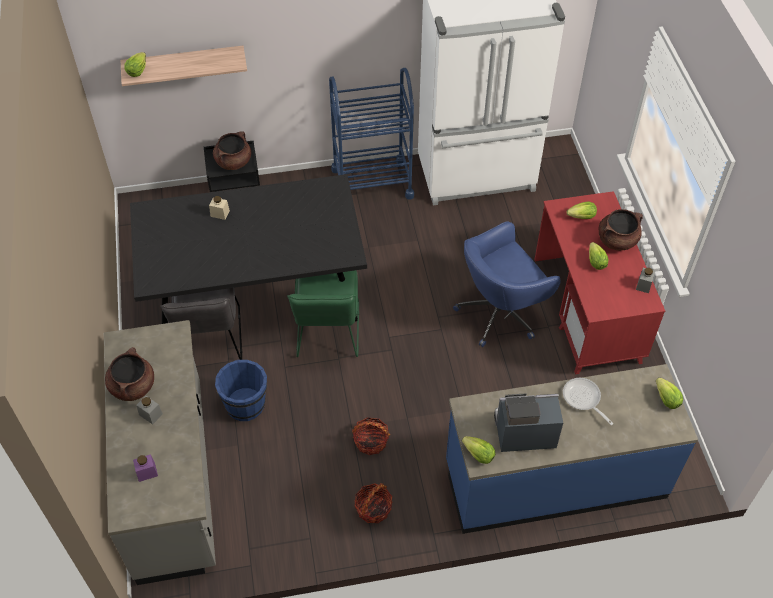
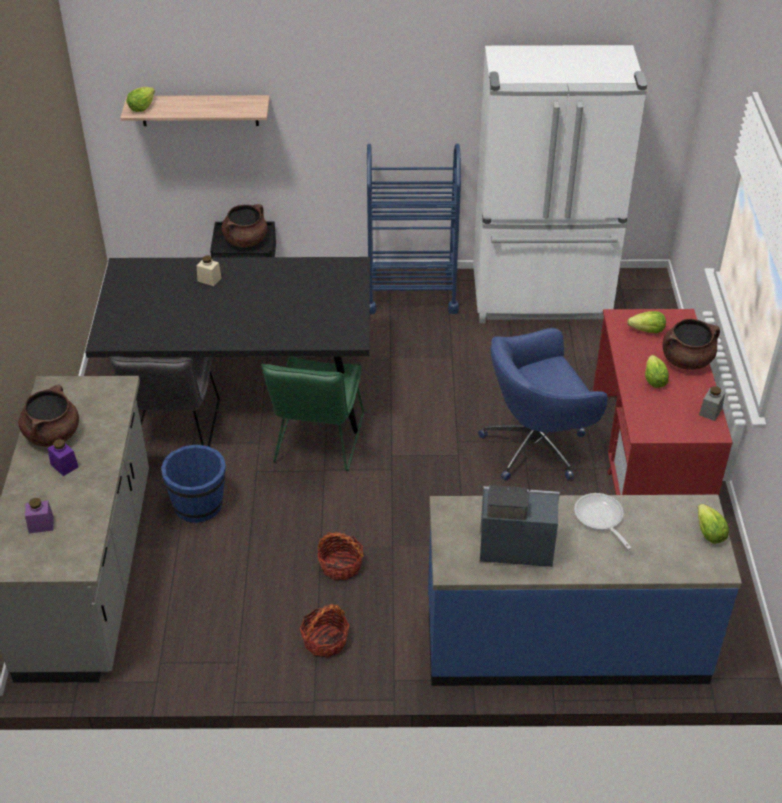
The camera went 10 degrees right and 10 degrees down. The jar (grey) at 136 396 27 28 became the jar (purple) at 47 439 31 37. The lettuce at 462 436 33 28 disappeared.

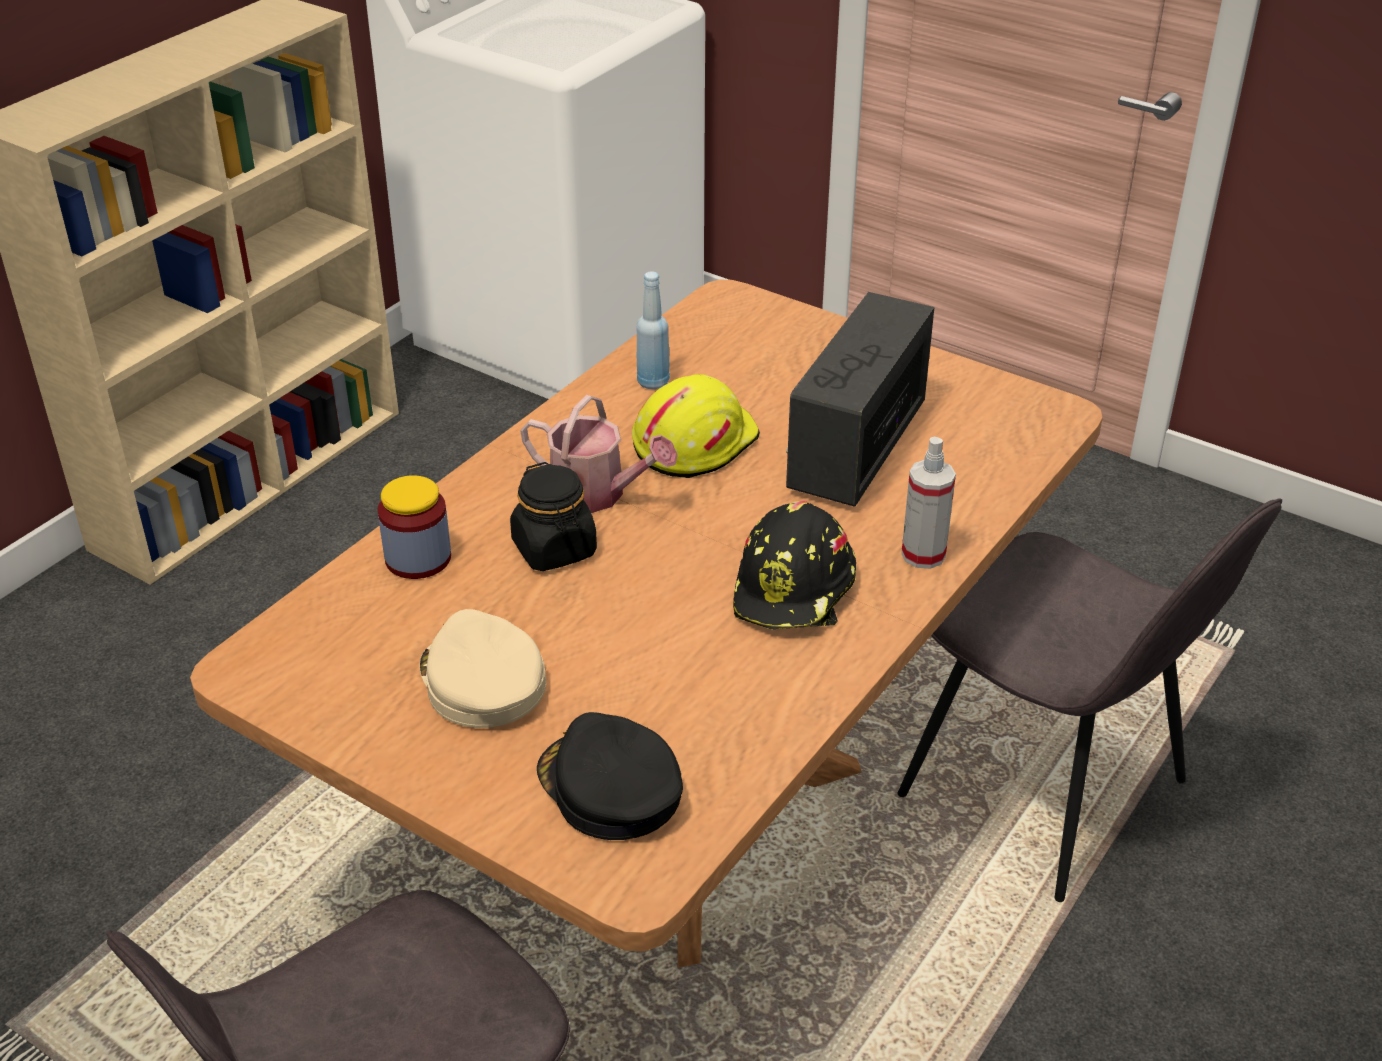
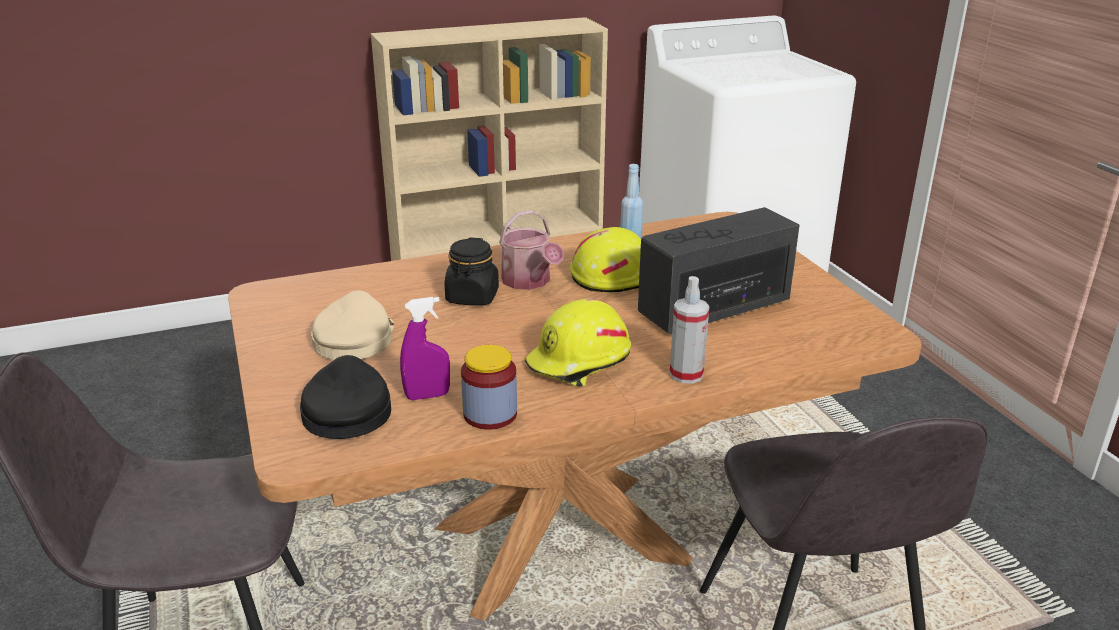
The camera went 35 degrees right and 10 degrees down. The jar moved from 378 475 73 104 to 461 345 56 85. The hard hat (black) at 733 501 123 128 became the hard hat (yellow) at 525 298 106 89. The spray bottle (purple) at 400 297 50 103 appeared.

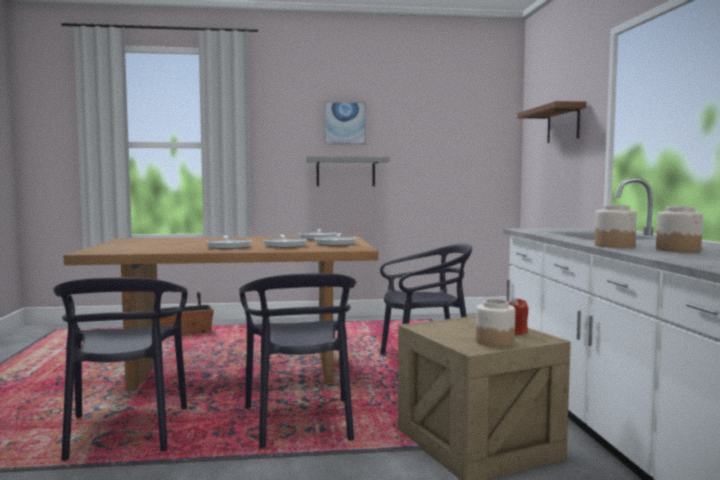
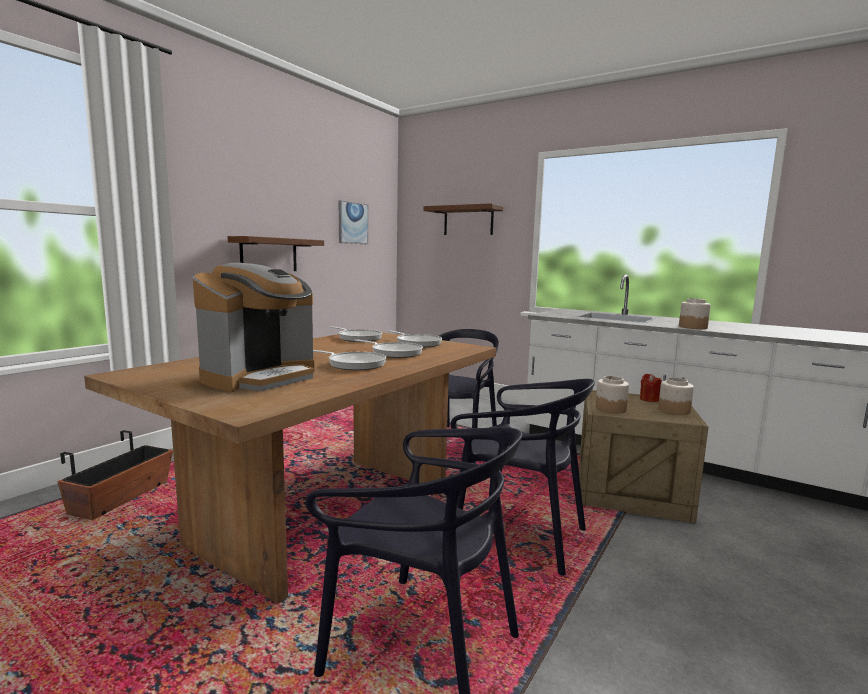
The camera went 50 degrees left and 5 degrees up. The shelf (grey) at 306 156 84 30 became the shelf (brown) at 228 236 96 35. The picture moved from 324 101 42 44 to 339 200 29 44. The jar moved from 656 206 47 46 to 596 376 33 38. The coffee machine at 193 263 121 129 appeared.

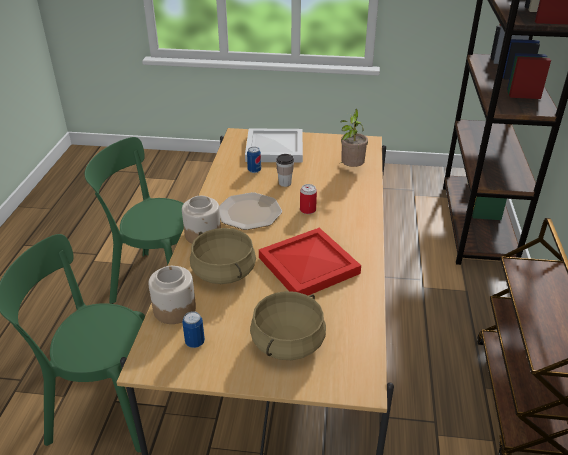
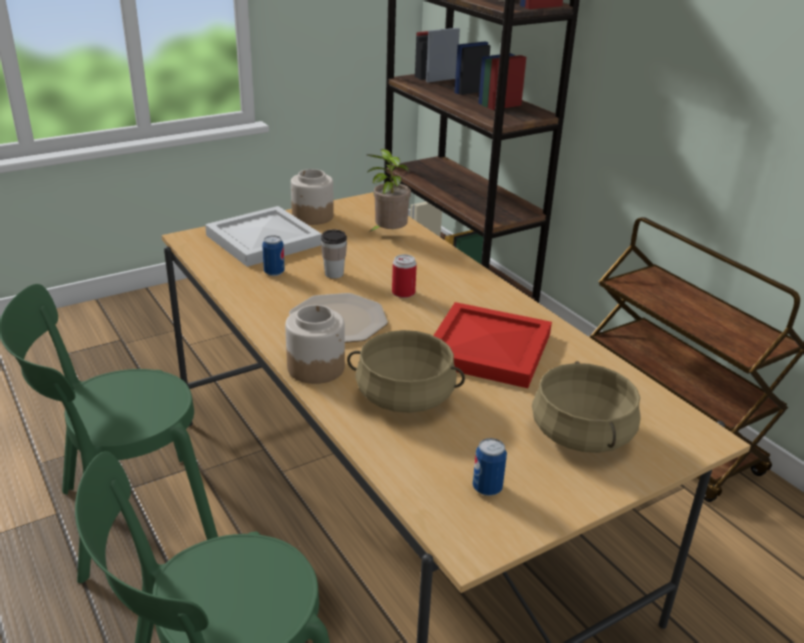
The camera went 40 degrees left and 5 degrees down. The jar moved from 148 266 48 58 to 291 169 43 56.

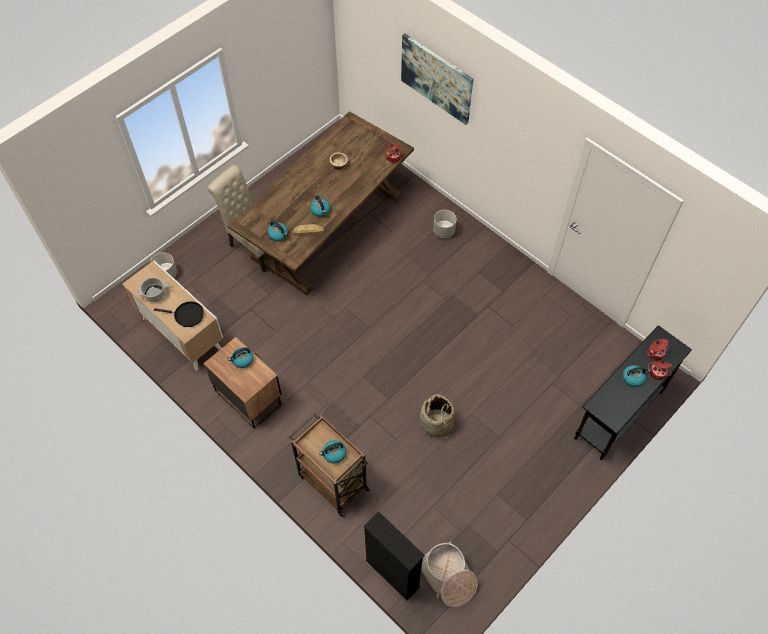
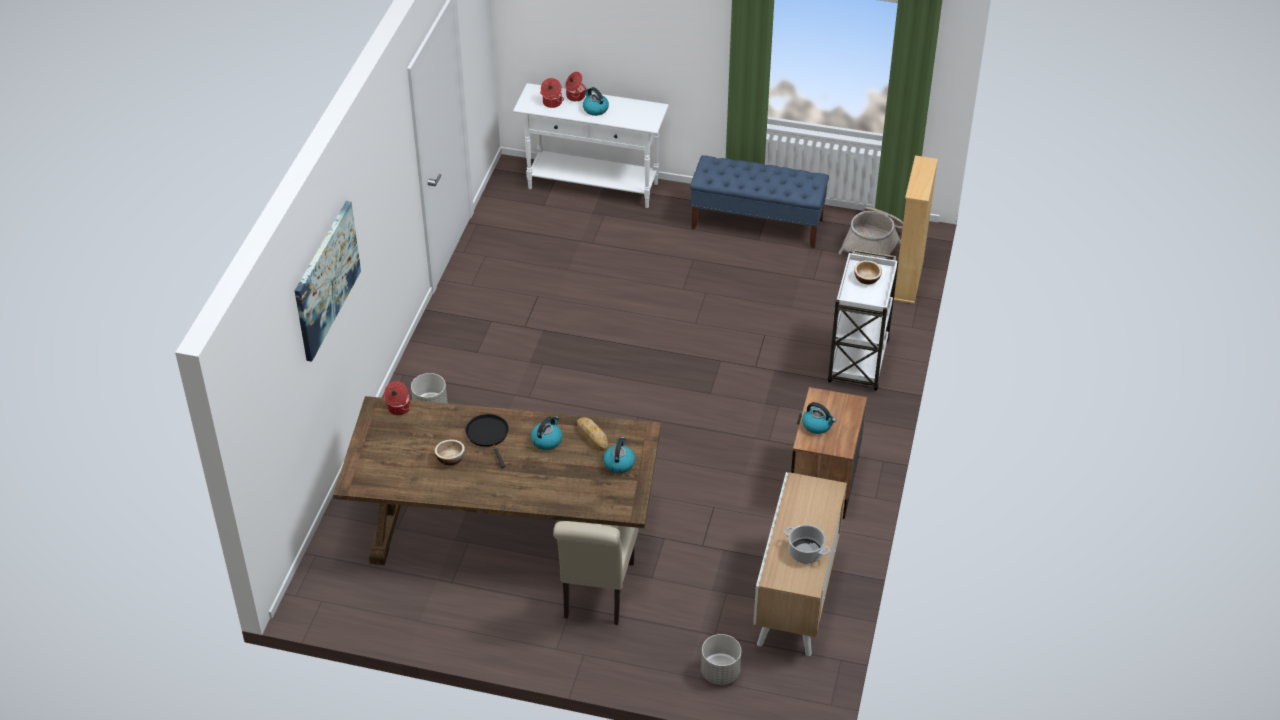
The camera went 120 degrees left and 15 degrees down. The frying pan (black) moved from 154 301 50 26 to 466 414 43 54. The cart (brown) at 289 414 82 103 became the cart (white) at 828 249 71 142. The kettle at 319 440 27 23 was replaced by the bowl at 854 260 28 24. The bookcase (black) at 364 511 61 90 became the bookcase (beige) at 894 155 44 149. The basket at 420 394 35 44 disappeared. The console table (black) at 574 325 118 135 became the console table (white) at 513 83 156 125. The bench (blue) at 690 155 139 94 appeared.

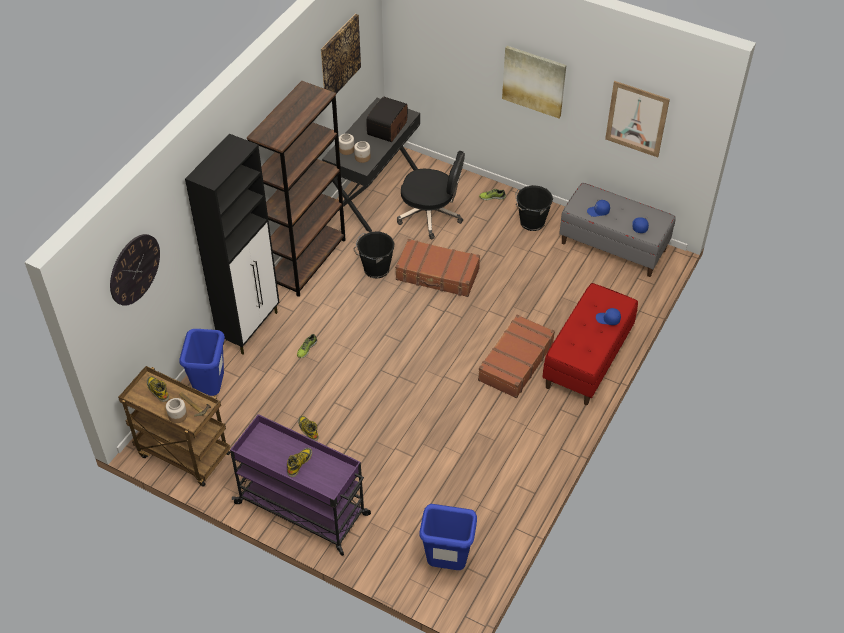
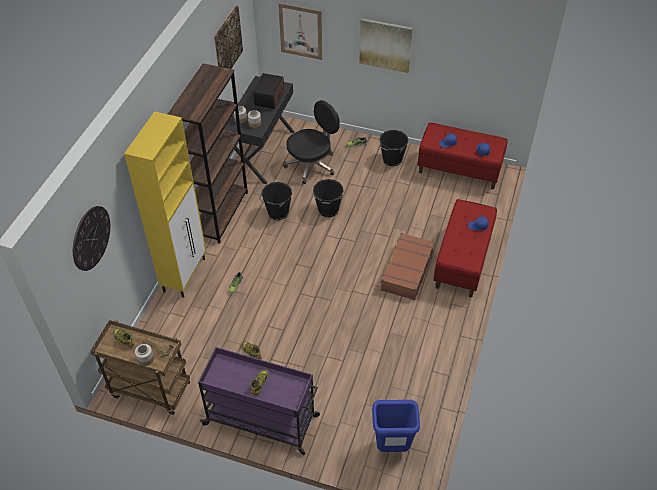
The camera went 10 degrees left and 0 degrees up. The trash can (blue) at 179 329 46 67 disappeared. The cabinet (black) at 185 134 94 221 became the cabinet (yellow) at 124 111 82 187. The suitcase (brown) at 395 239 85 58 was replaced by the bucket (black) at 311 179 33 38. The office chair (black) at 397 151 68 88 turned 45 degrees counterclockwise. The bench (grey) at 559 183 117 94 became the bench (red) at 418 123 90 67. The picture moved from 605 81 65 76 to 278 3 44 57.

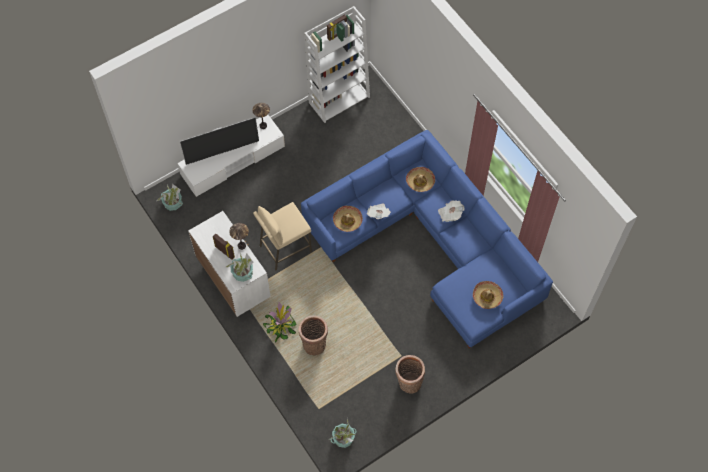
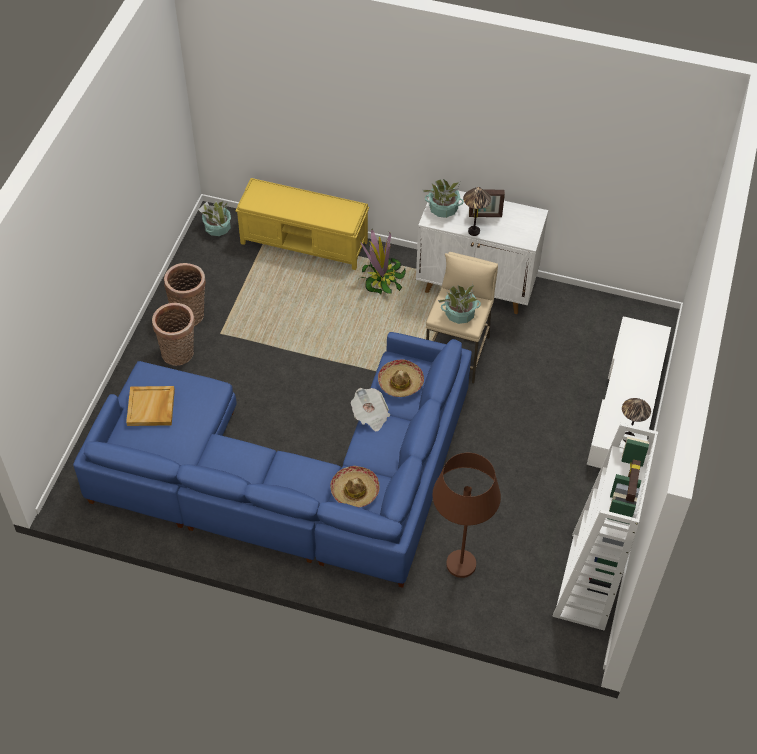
The camera went 140 degrees right and 10 degrees down. The potted plant moved from 157 184 26 27 to 438 282 43 42. The television at 180 117 79 48 disappeared. The basket moved from 299 315 29 40 to 152 303 43 63. The newspaper at 438 201 27 21 disappeared. The hat at 473 281 30 28 was replaced by the tray (beige) at 126 386 49 40. The bench (yellow) at 236 178 133 92 appeared. The floor lamp (brown) at 433 453 68 125 appeared.

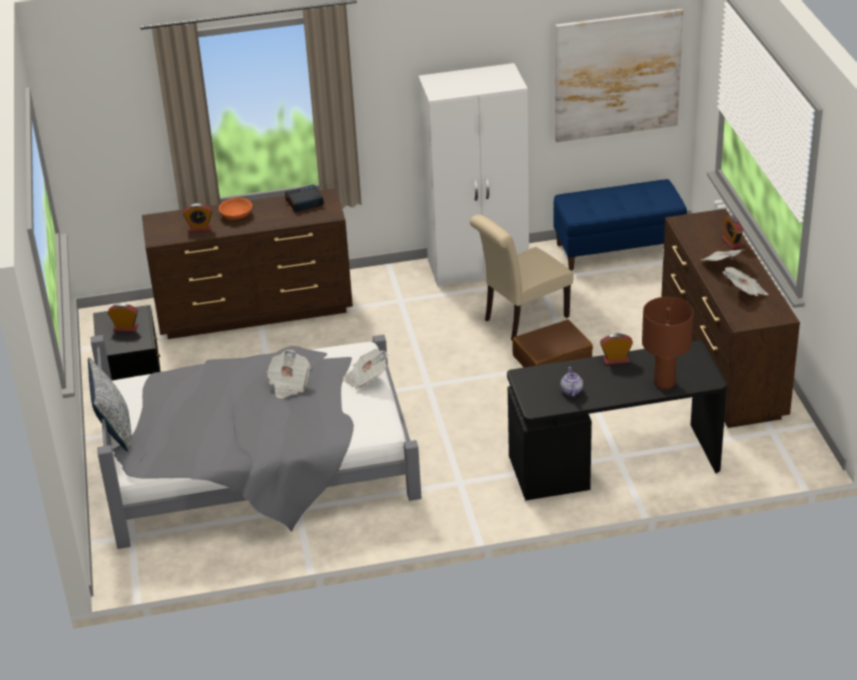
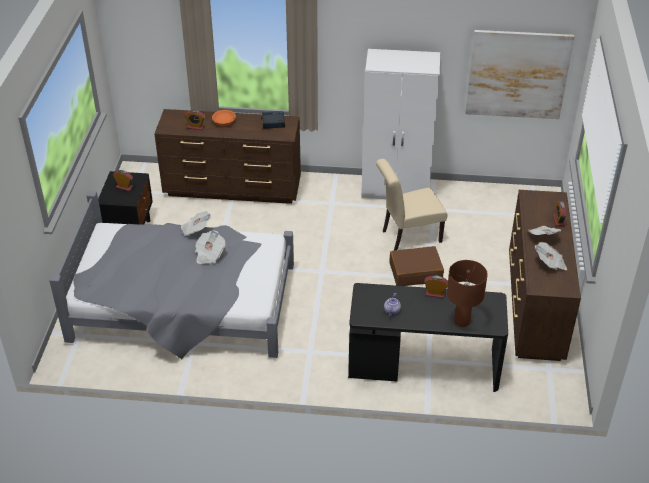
The camera went 15 degrees right and 5 degrees up. The pillow at 88 357 44 95 disappeared. The newspaper moved from 343 349 45 41 to 181 211 30 25. The bench (blue) at 553 179 134 92 disappeared.

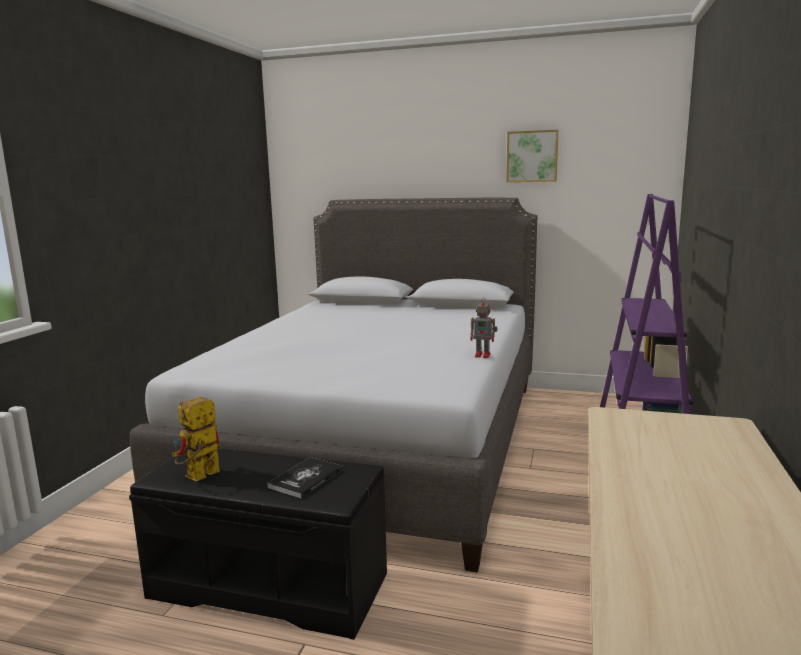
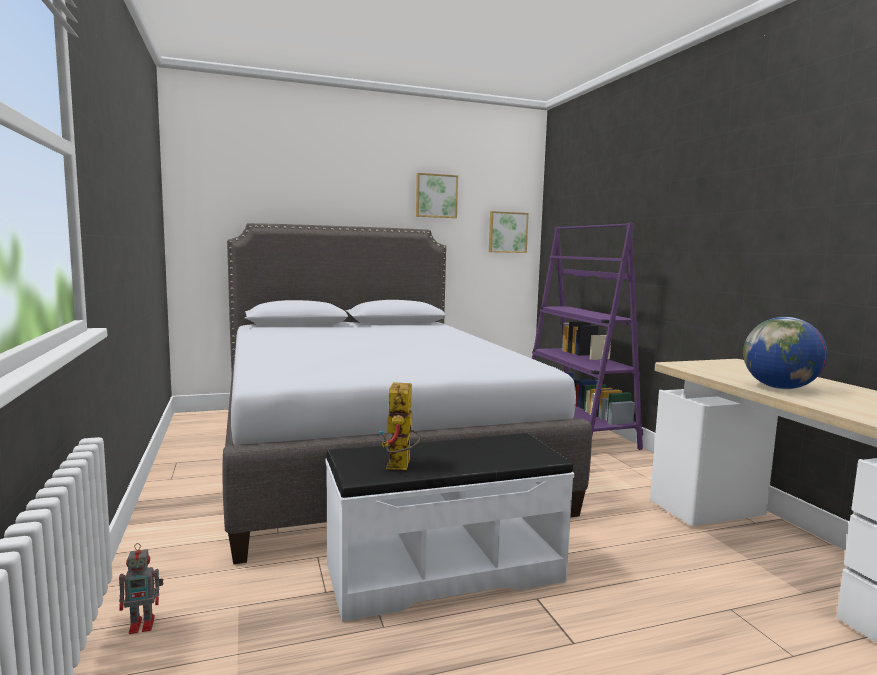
The camera went 35 degrees left and 5 degrees down. The bench (black) at 129 446 258 194 became the bench (white) at 326 433 248 189. The book at 267 457 76 41 disappeared. The toy robot moved from 470 298 27 60 to 119 543 44 91. The picture at 489 211 40 42 appeared. The globe at 743 317 84 72 appeared.

